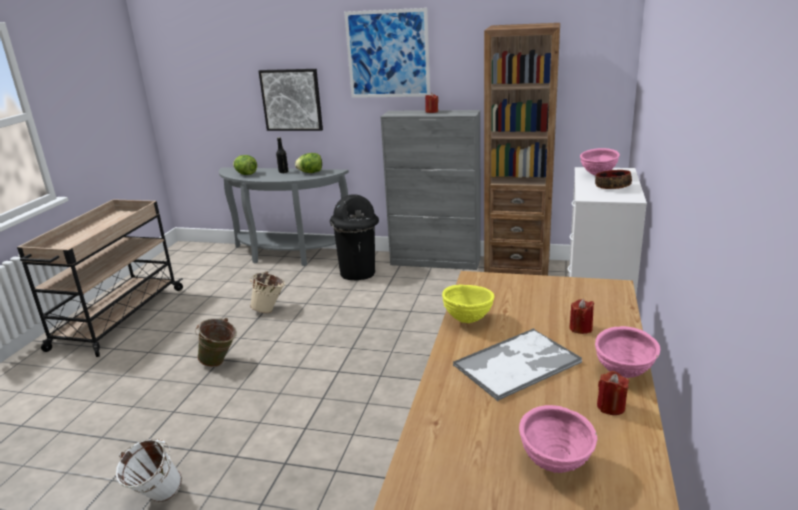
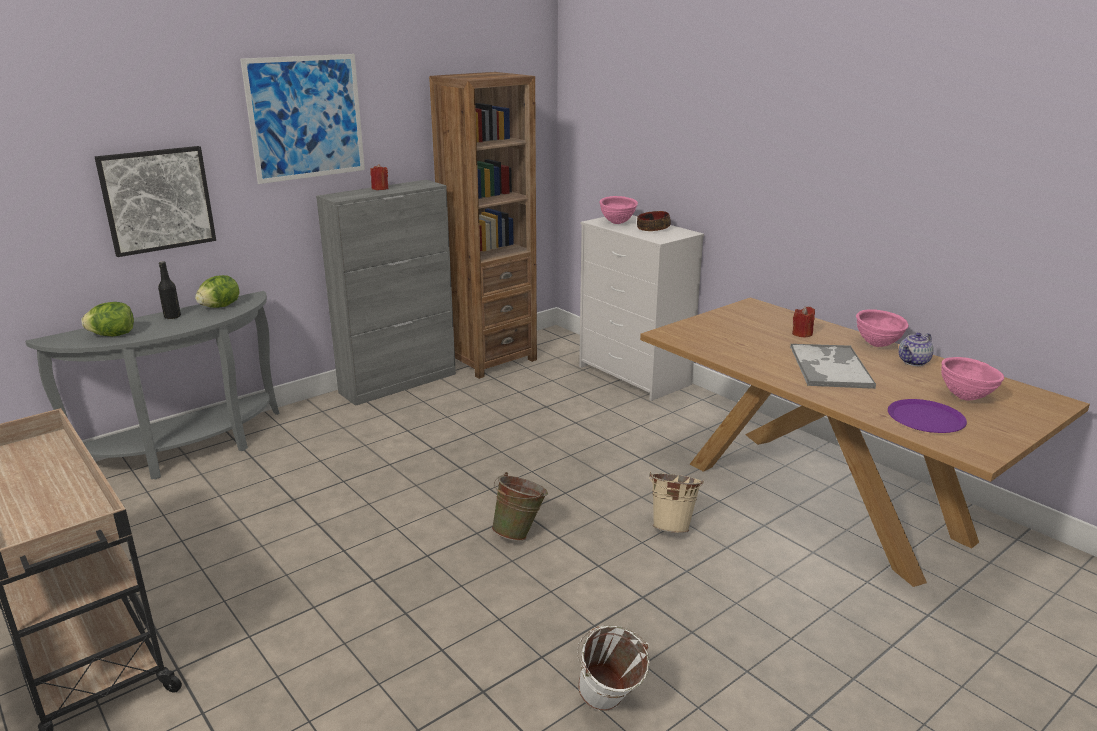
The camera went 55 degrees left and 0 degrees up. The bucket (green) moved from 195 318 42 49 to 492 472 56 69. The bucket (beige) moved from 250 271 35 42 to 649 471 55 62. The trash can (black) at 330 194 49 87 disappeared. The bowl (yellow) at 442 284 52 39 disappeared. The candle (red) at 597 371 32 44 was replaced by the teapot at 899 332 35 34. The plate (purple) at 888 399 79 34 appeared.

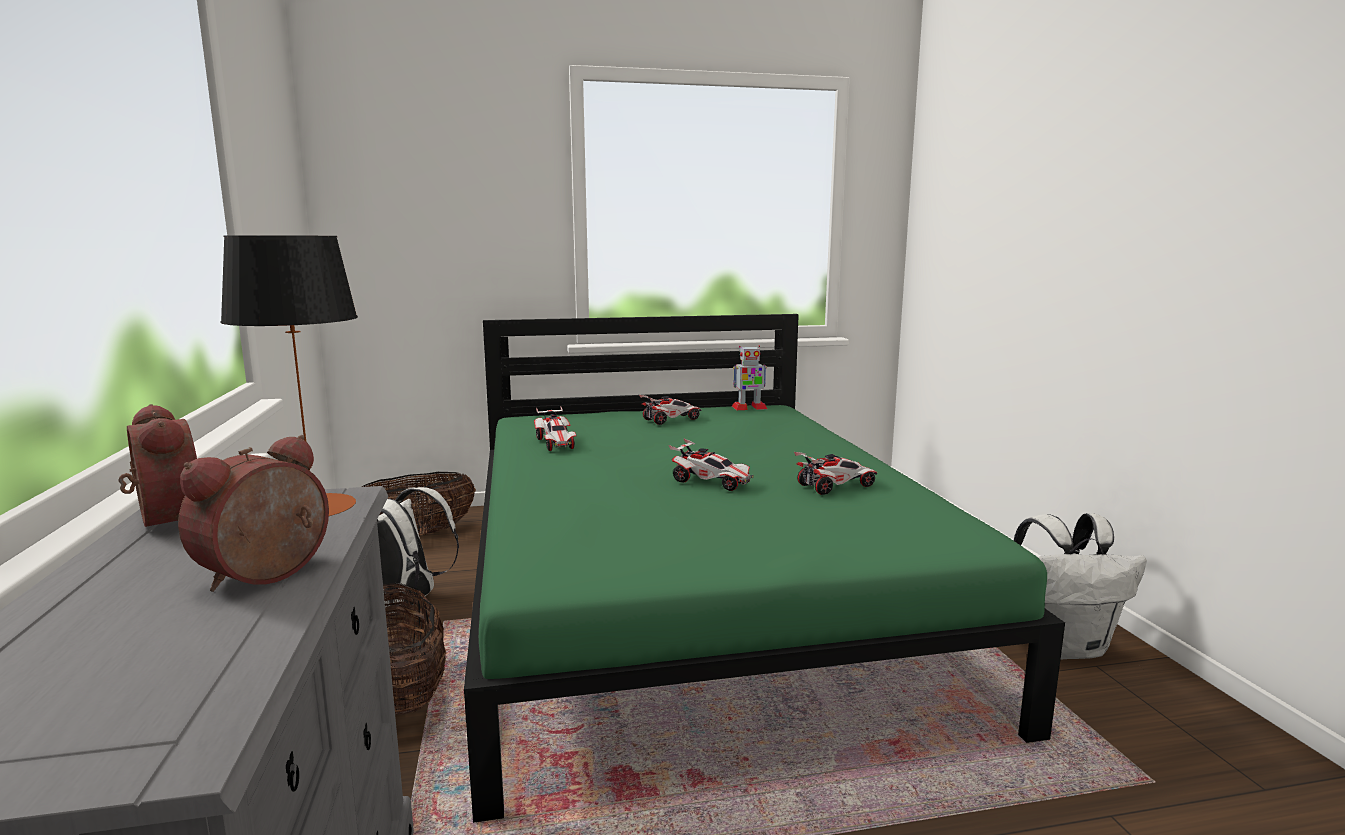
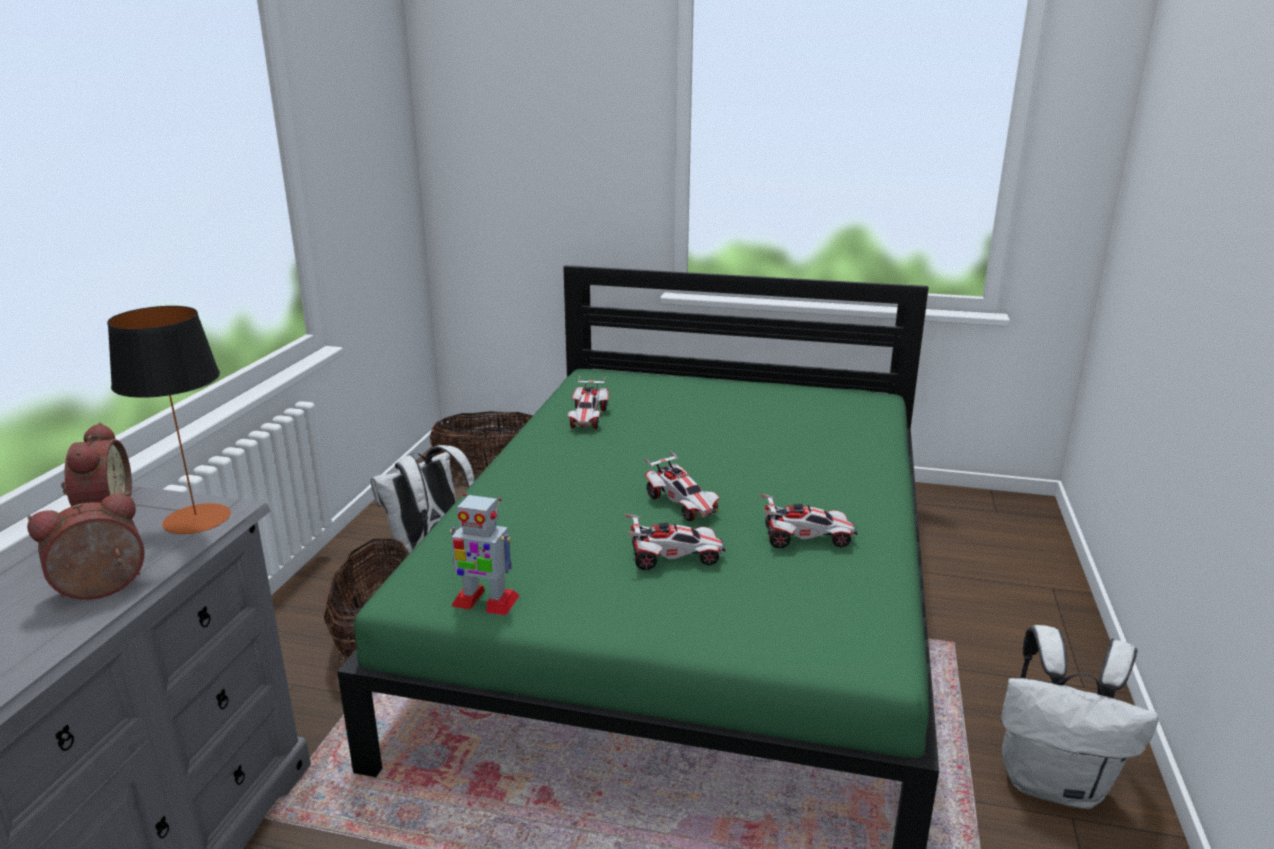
The camera went 25 degrees right and 10 degrees up. The toy car moved from 639 395 63 30 to 624 514 102 56. The toy robot moved from 732 345 35 65 to 450 493 70 123.

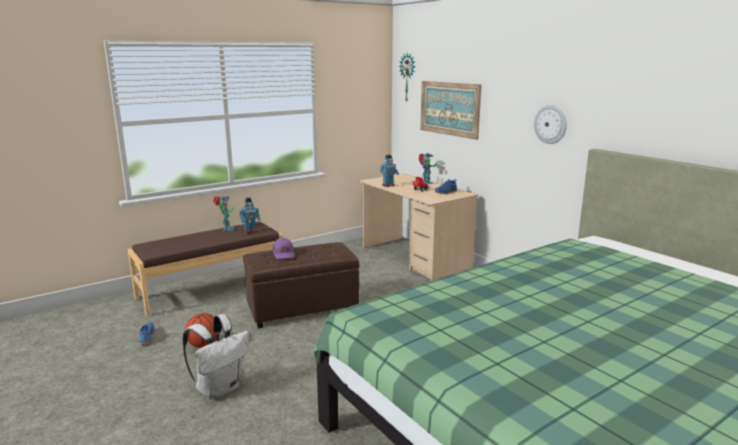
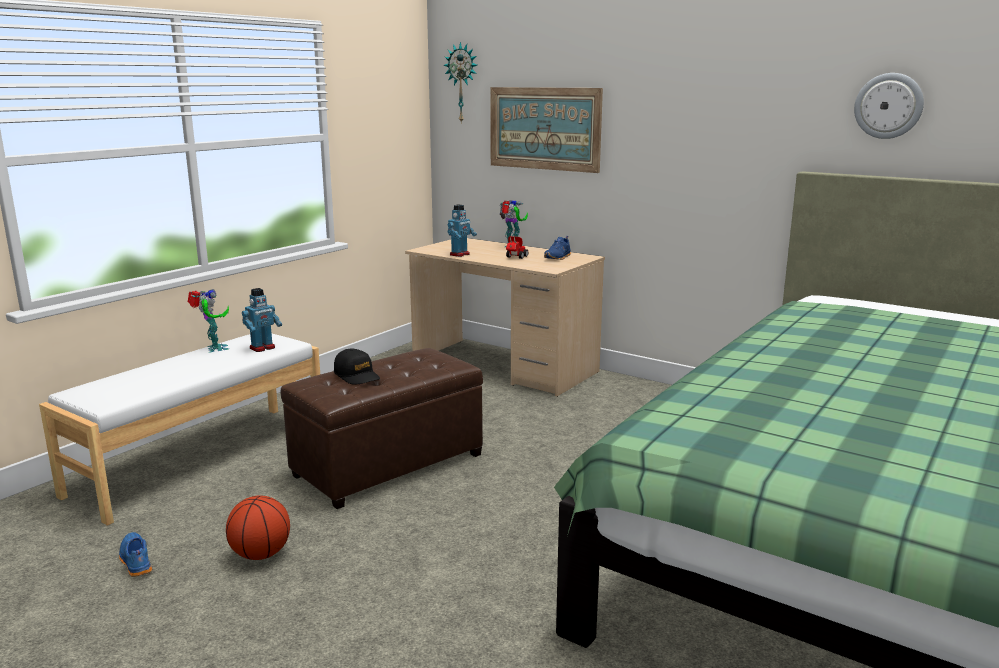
The camera went 20 degrees left and 0 degrees up. The bench (brown) at 128 221 155 96 became the bench (white) at 39 334 281 192. The backpack (white) at 182 314 67 85 disappeared. The cap (purple) at 273 238 22 21 became the cap (black) at 334 349 46 36. The wall clock moved from 534 105 33 39 to 854 73 70 66.

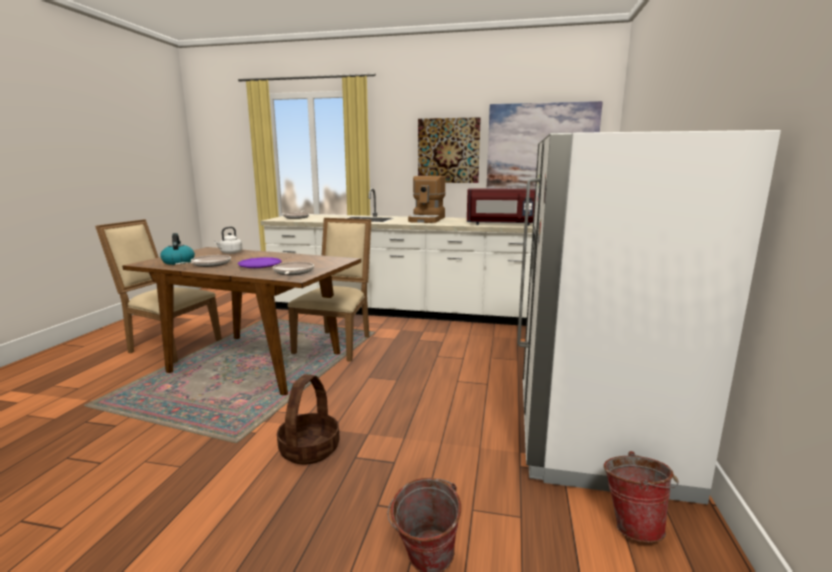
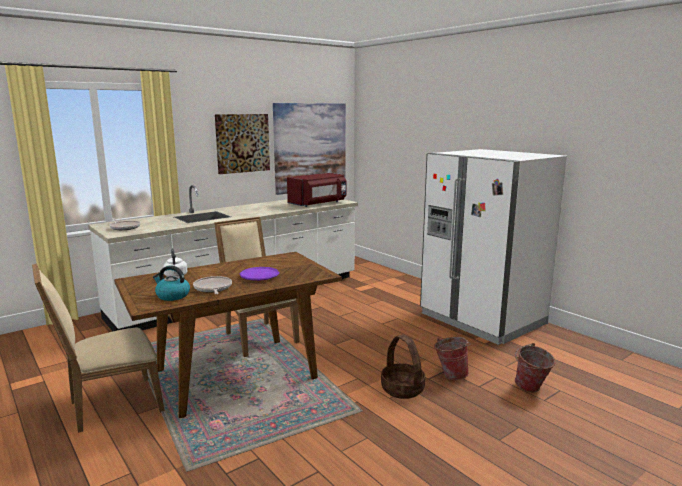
The camera went 50 degrees left and 0 degrees up. The frying pan at 273 262 41 13 disappeared. The coffee machine at 408 176 38 47 disappeared. The bucket moved from 604 451 75 92 to 434 337 35 43.

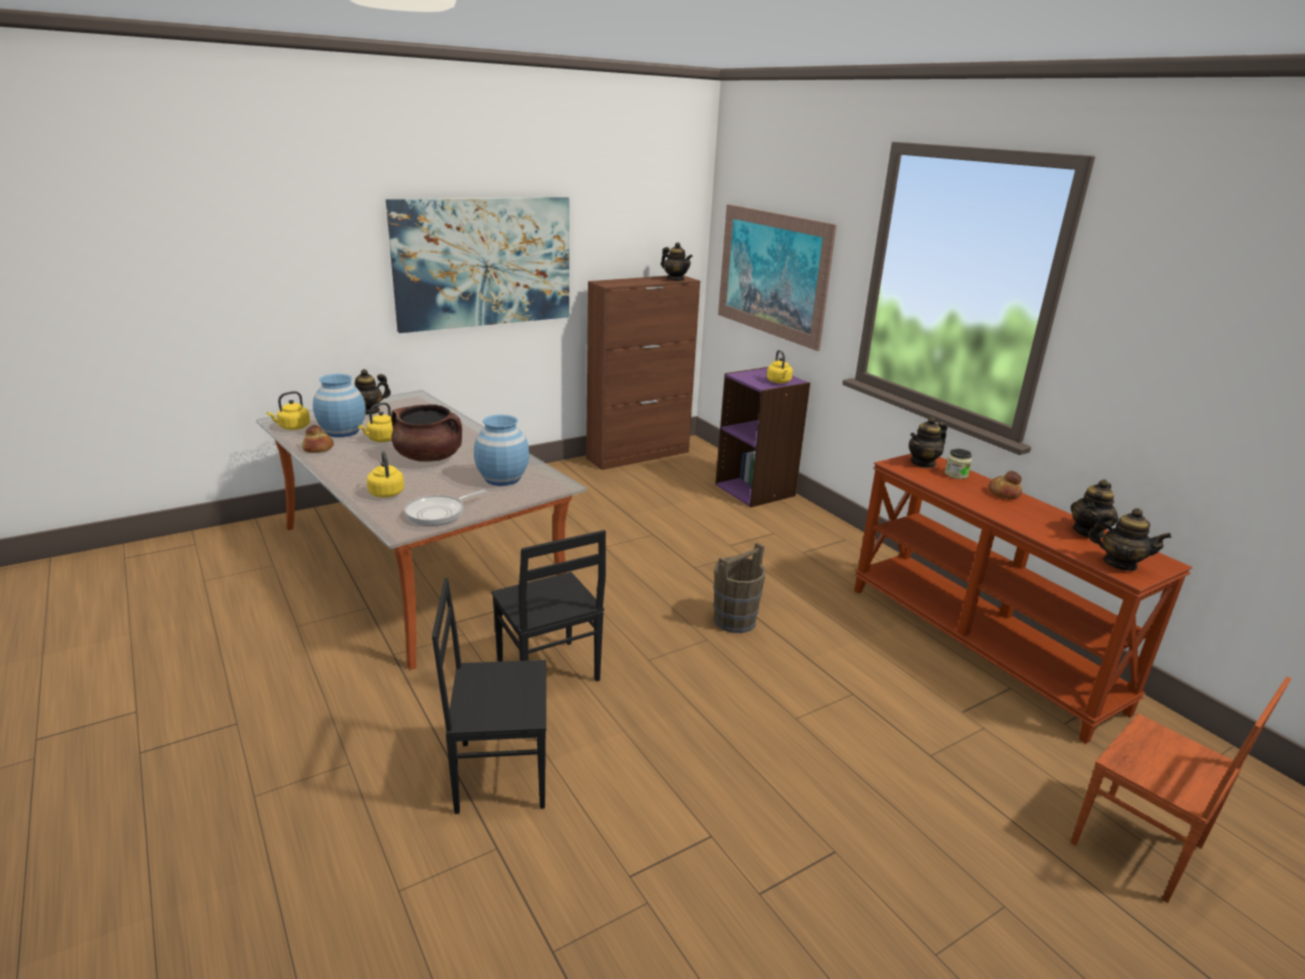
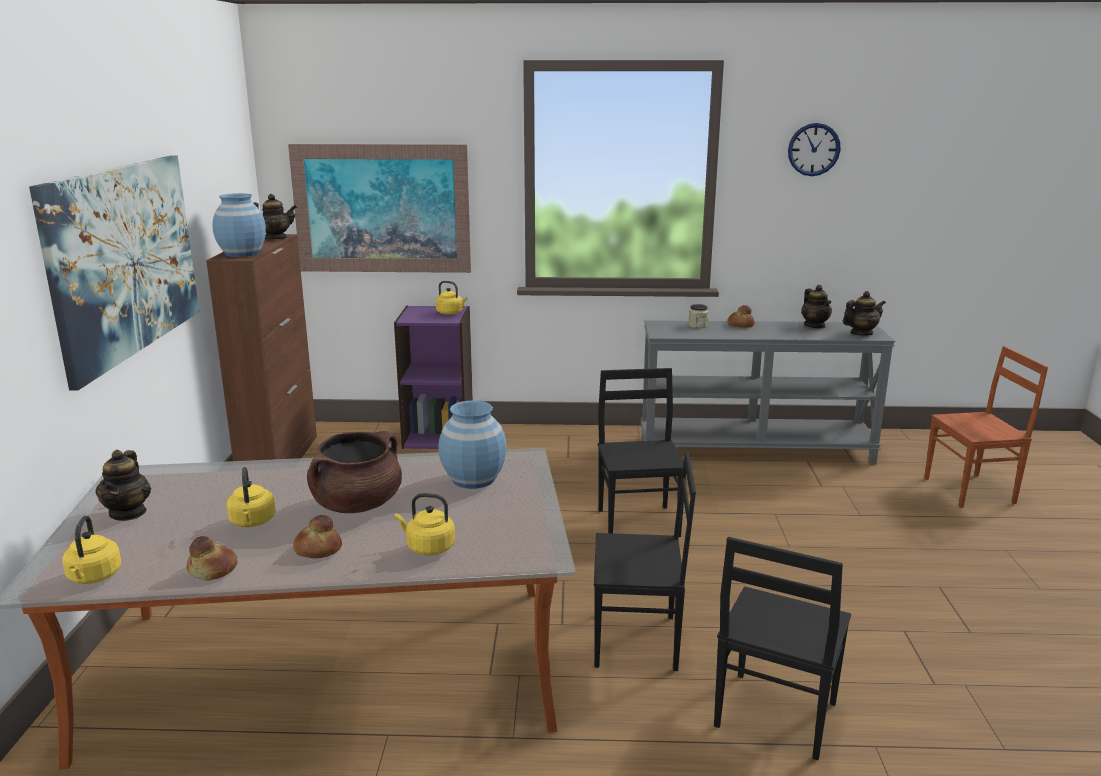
The camera went 55 degrees left and 5 degrees down. The vase (blue) moved from 313 374 53 63 to 212 193 54 64. The frying pan at 404 490 82 36 disappeared. The bucket (brown) at 714 543 52 90 was replaced by the chair (black) at 598 368 88 169. The console table (brown) at 854 454 338 290 became the console table (grey) at 641 320 255 145. The teapot at 909 417 38 51 disappeared. The bread at 293 515 49 43 appeared. The wall clock at 788 123 53 53 appeared.

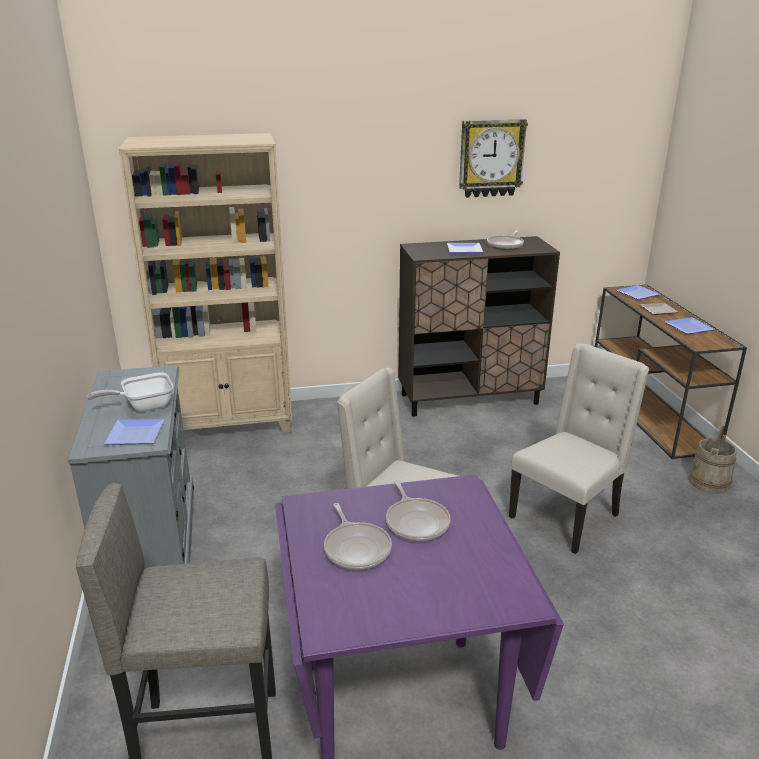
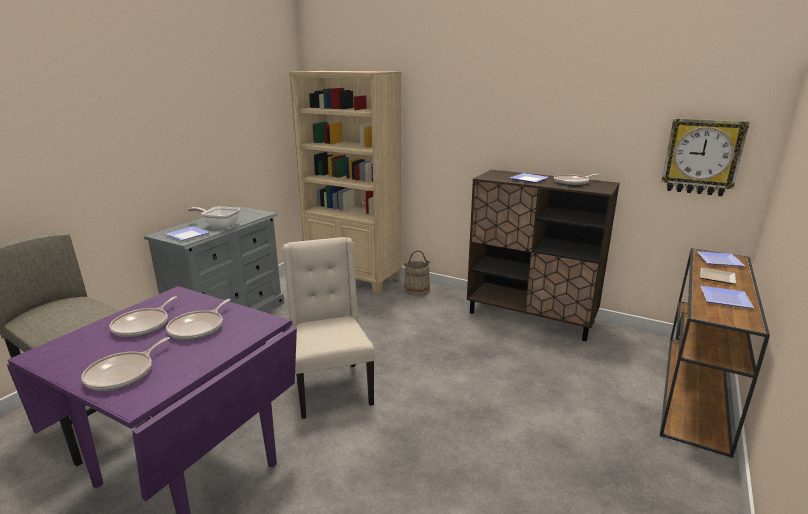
The camera went 40 degrees right and 5 degrees down. The wall clock moved from 459 119 69 79 to 661 118 89 78. The chair (beige) at 509 343 140 211 disappeared. The bucket (beige) moved from 689 425 48 69 to 404 250 26 46. The frying pan at 81 337 89 54 appeared.

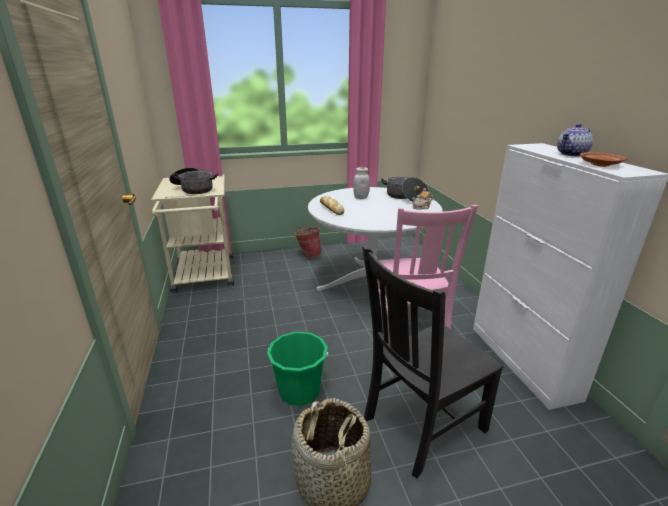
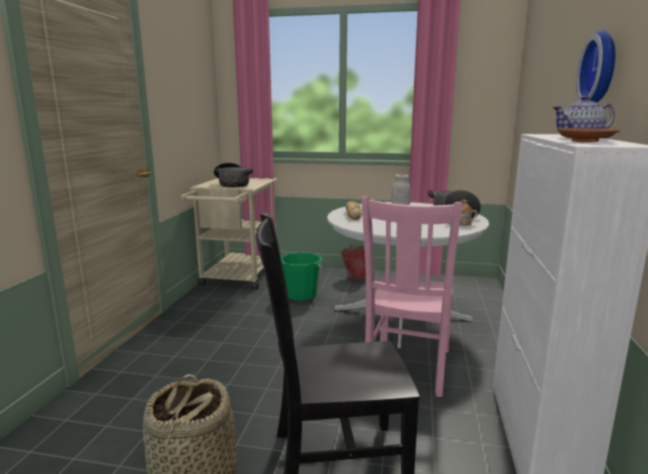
The camera went 25 degrees right and 10 degrees down. The bucket (green) moved from 267 332 62 74 to 281 252 42 49. The wall clock at 576 30 39 73 appeared.

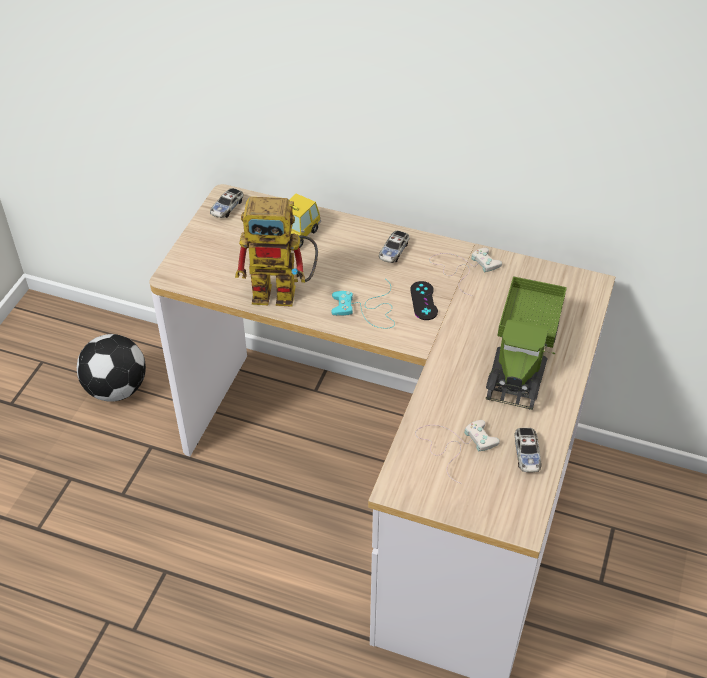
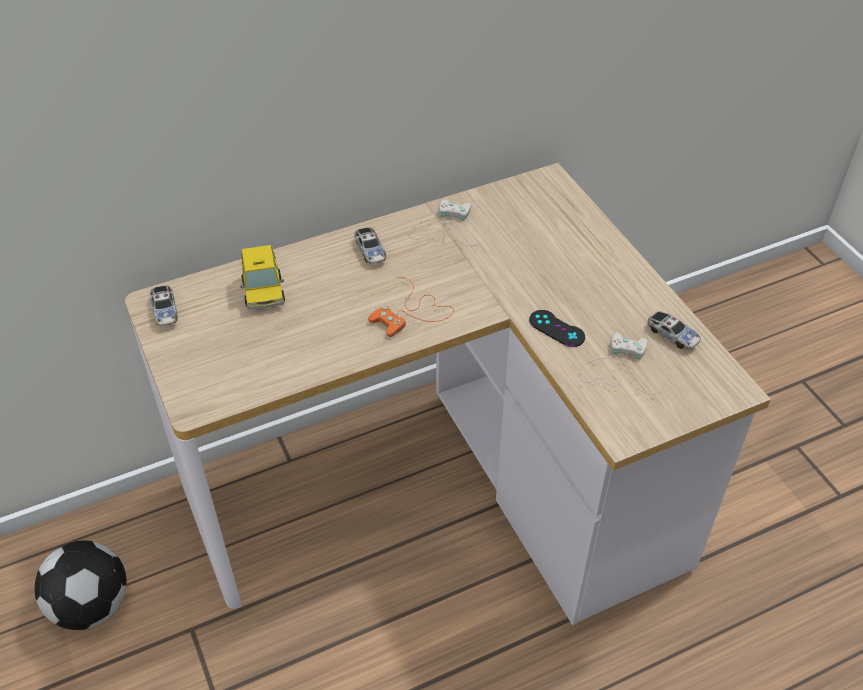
The camera went 45 degrees left and 0 degrees up. The toy robot at 235 197 83 110 disappeared. The game controller (turquoise) at 331 280 64 49 became the game controller (orange) at 368 277 86 60. The game controller (black) moved from 410 281 28 39 to 529 310 56 37. The toy truck at 486 276 81 134 disappeared.

